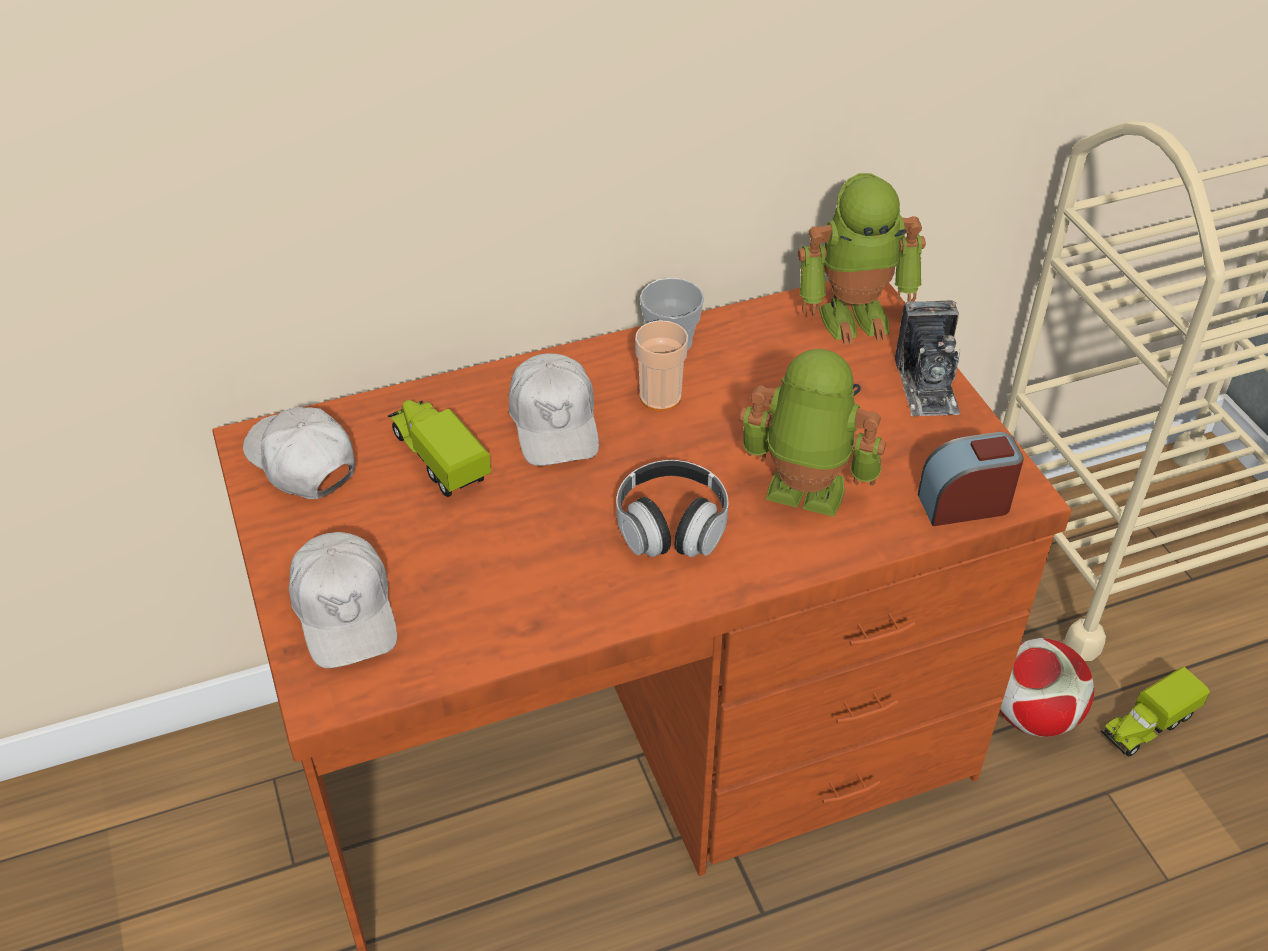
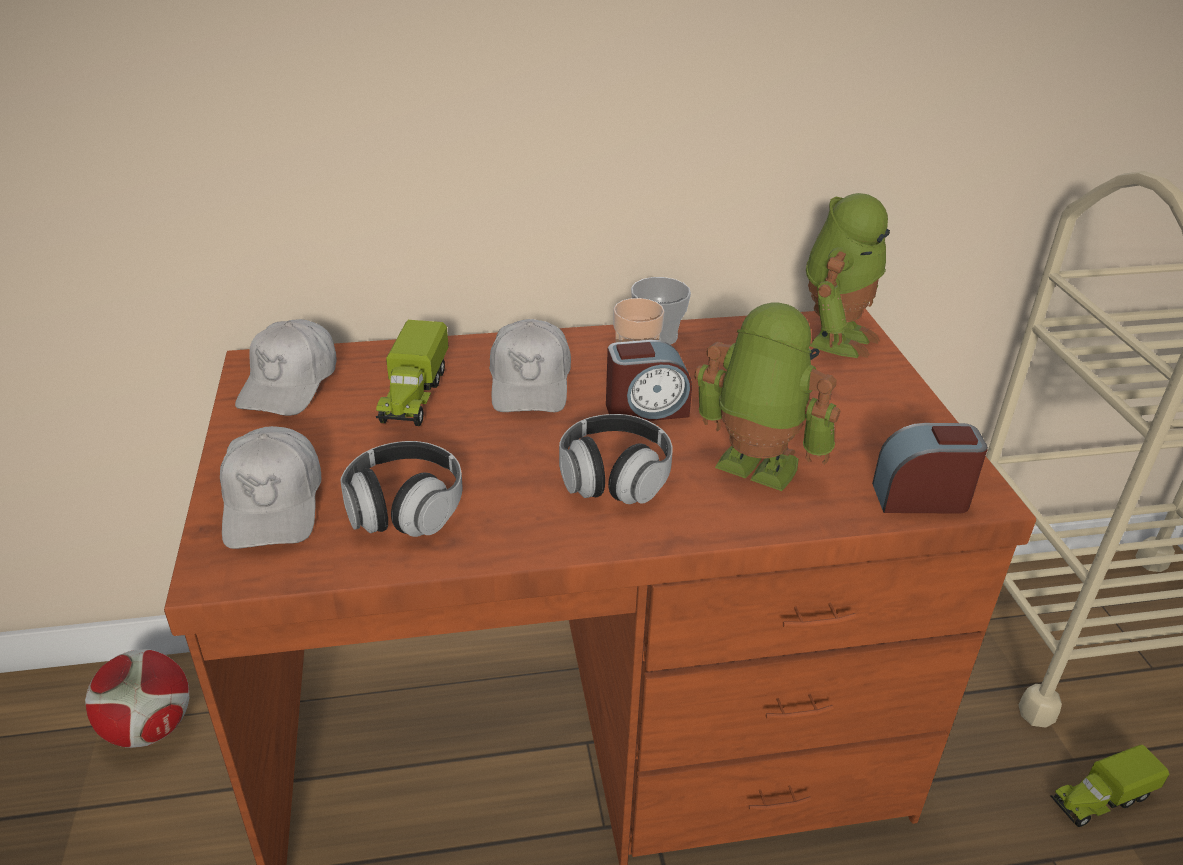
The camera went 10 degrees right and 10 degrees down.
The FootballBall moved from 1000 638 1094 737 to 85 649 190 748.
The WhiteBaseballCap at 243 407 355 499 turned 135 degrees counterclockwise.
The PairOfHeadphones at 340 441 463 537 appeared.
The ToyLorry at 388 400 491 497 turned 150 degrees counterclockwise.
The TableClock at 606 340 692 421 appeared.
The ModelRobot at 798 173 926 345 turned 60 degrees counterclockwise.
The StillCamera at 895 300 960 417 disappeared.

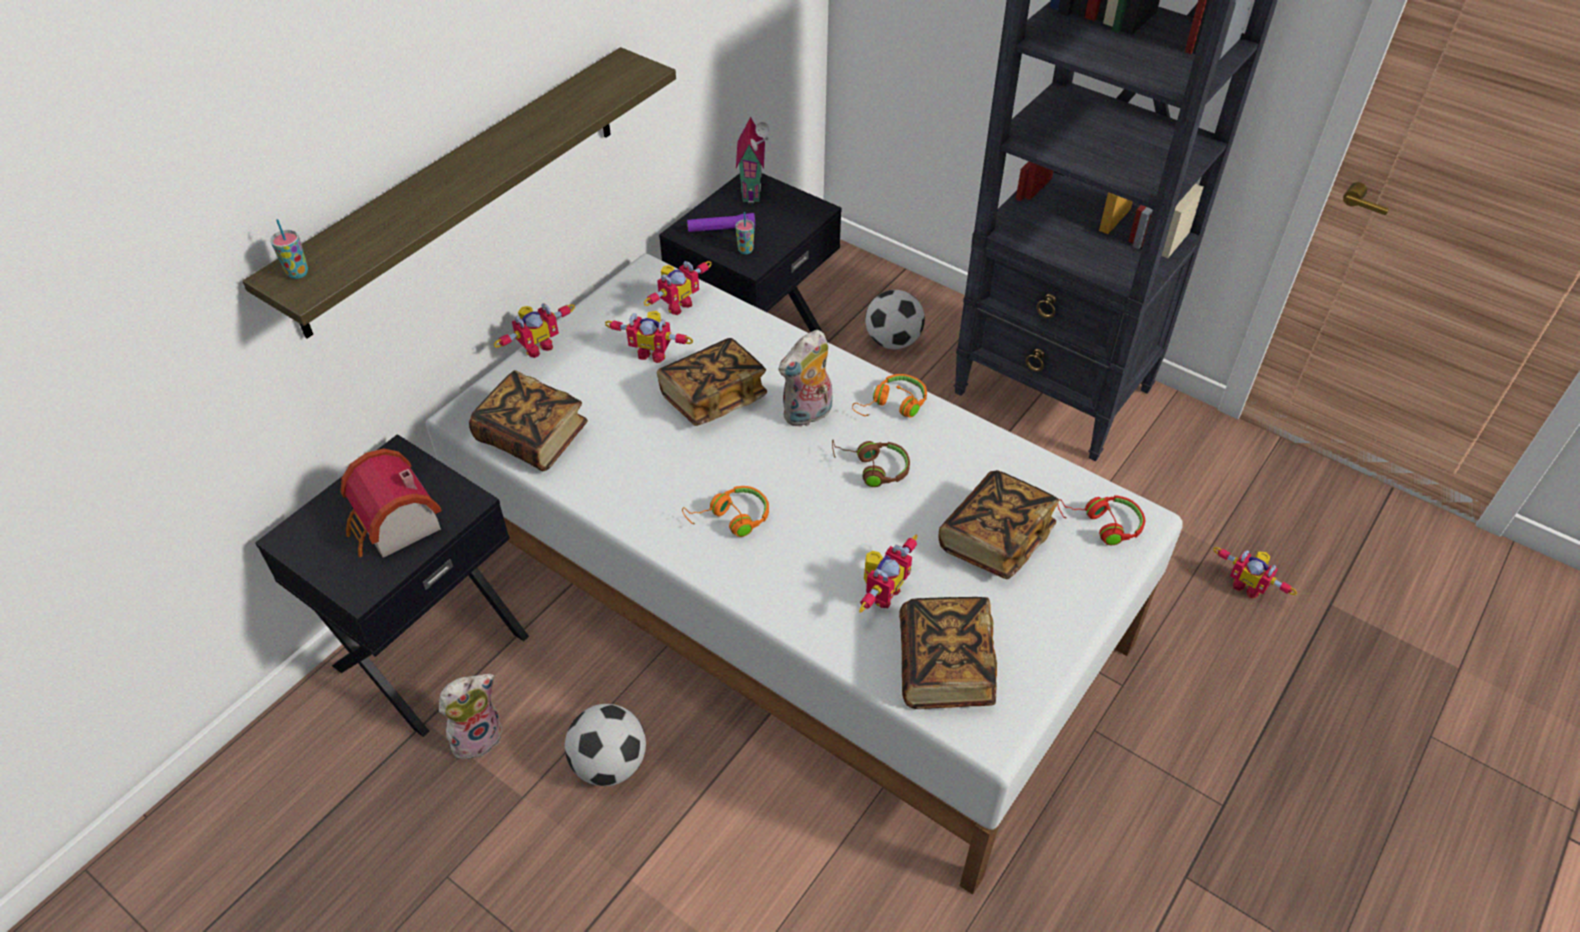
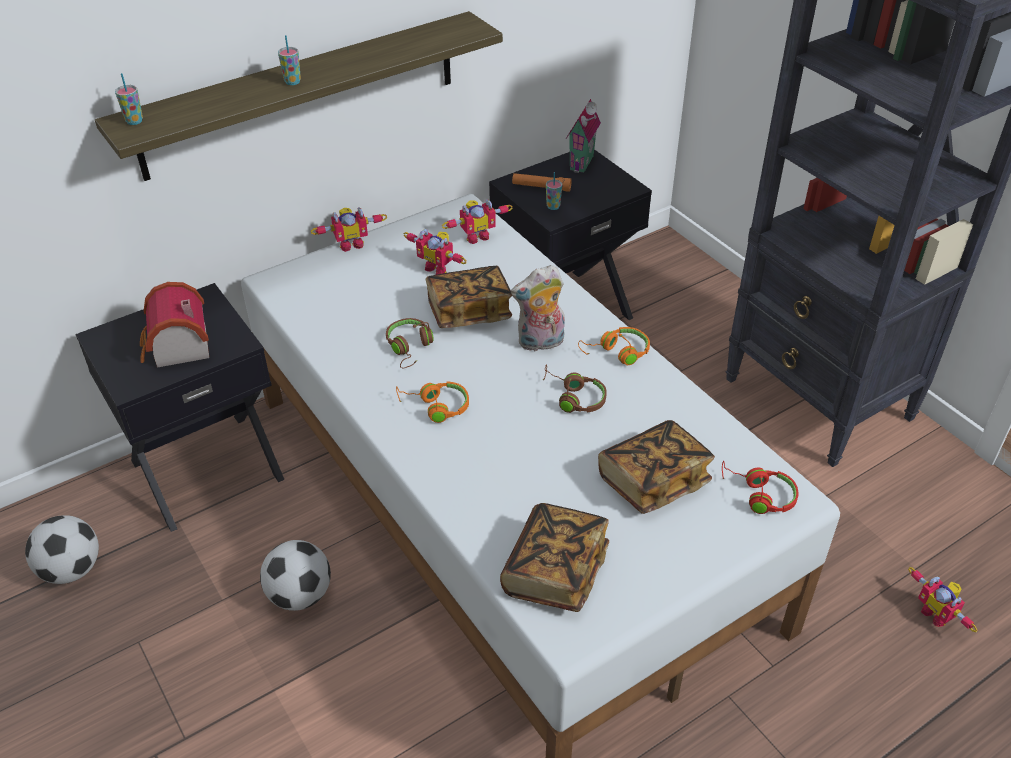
The camera went 20 degrees right and 5 degrees down.
The FootballBall moved from 865 290 925 349 to 25 515 99 584.
The DrinkingCup at 278 35 301 85 appeared.
The BrownColouredPairOfHeadphones at 386 318 434 368 appeared.
The PurpleColouredFlashlight at 687 213 755 232 became the OrangeColouredFlashlight at 512 173 572 192.
The SoftToy at 439 674 502 759 disappeared.
The Volume at 469 370 588 471 disappeared.
The ModelRobot at 859 534 918 613 disappeared.

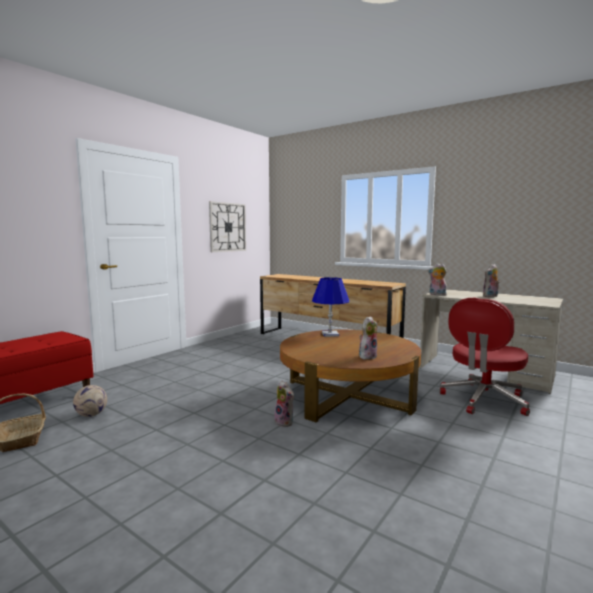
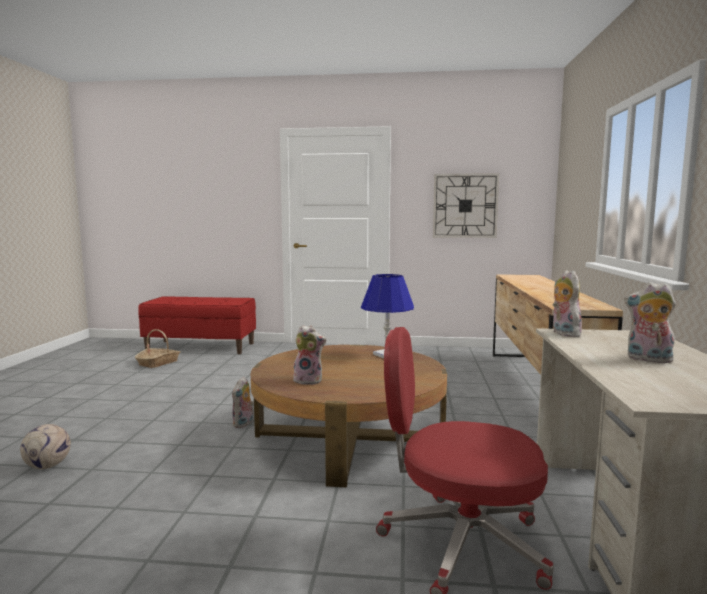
The camera went 60 degrees right and 0 degrees up.
The FootballBall moved from 73 385 107 417 to 20 424 71 469.

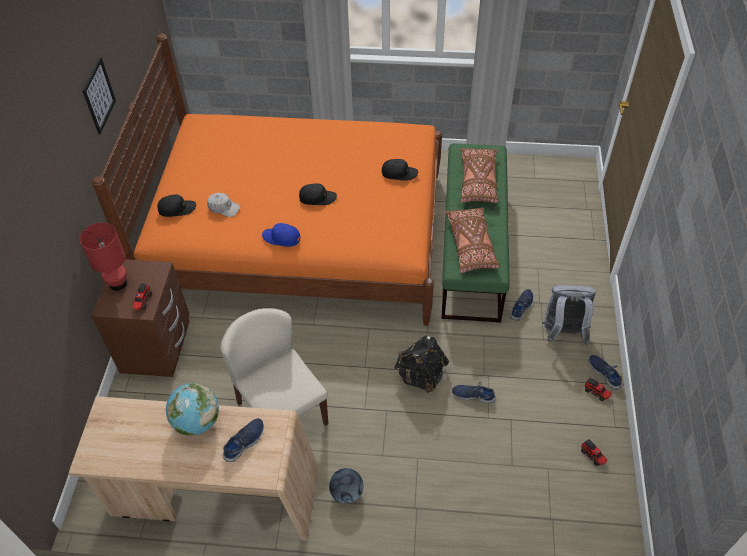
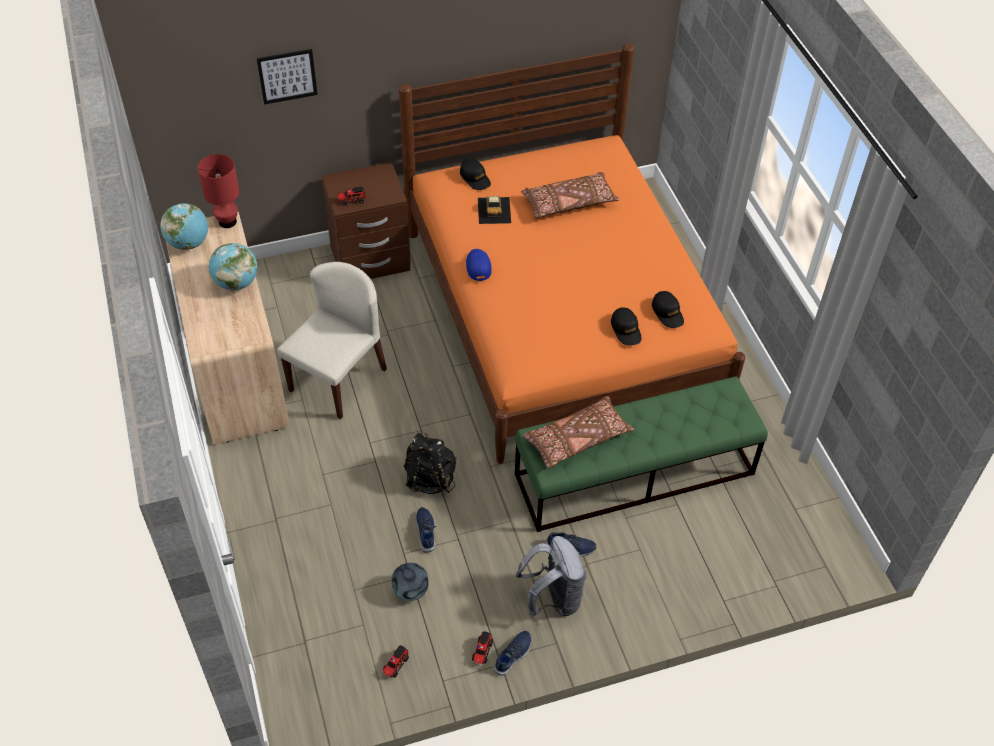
The camera went 65 degrees right and 0 degrees up.
The Globe at 160 203 208 250 appeared.
The RedTableLamp moved from 79 223 127 291 to 198 154 239 228.
The WallPicture moved from 82 57 116 134 to 256 49 318 104.
The FootballBall moved from 329 468 363 503 to 391 563 429 601.
The WhiteBaseballCap at 207 193 240 217 was replaced by the MiniatureCar at 478 196 511 224.
The BrownColouredPillow moved from 460 148 499 203 to 521 172 619 218.
The BlackColouredBaseballCap moved from 299 183 337 205 to 652 291 684 328.
The BlueColouredItemOfFootwear at 222 418 264 462 disappeared.

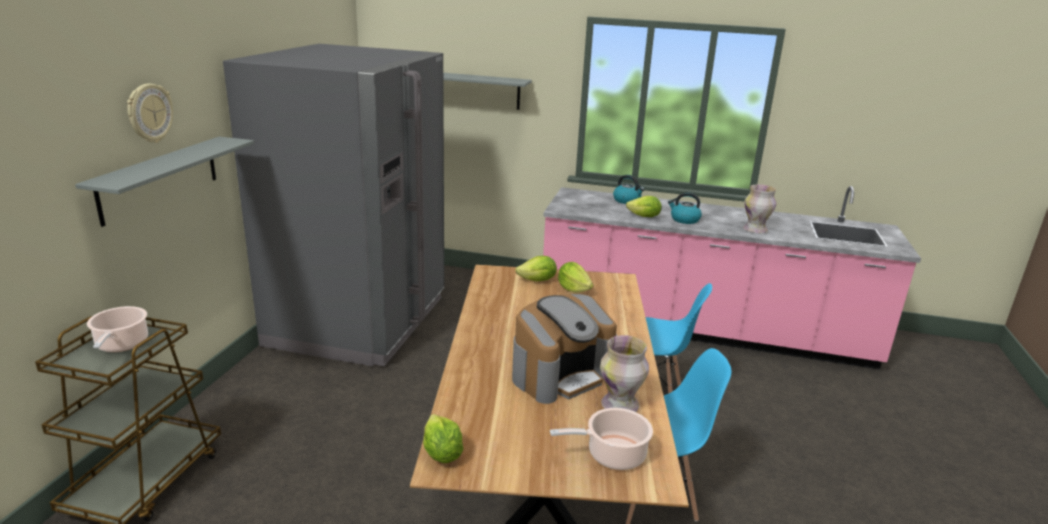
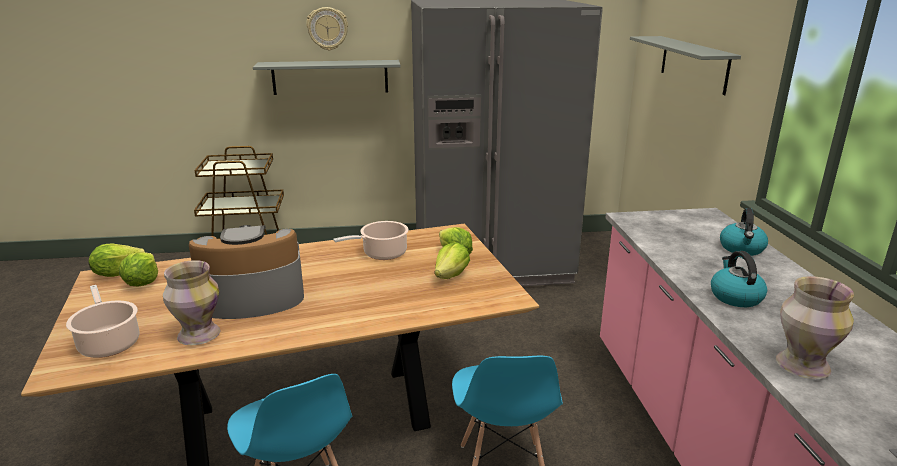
The camera went 70 degrees right and 0 degrees up.
The Lettuce moved from 626 196 662 217 to 119 252 158 286.
The CoffeeBrewer at 512 294 617 404 turned 135 degrees clockwise.
The Stockpot moved from 87 306 148 352 to 333 221 409 260.

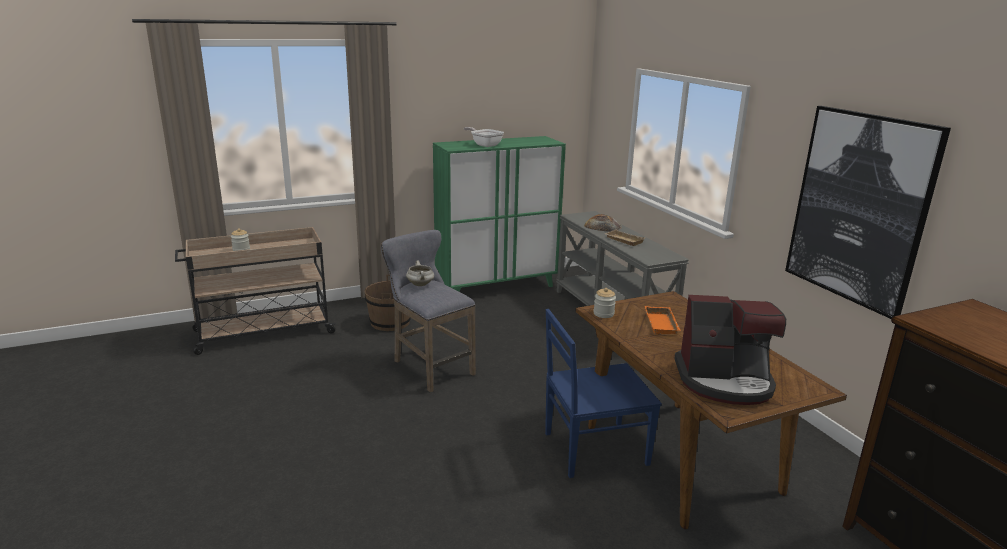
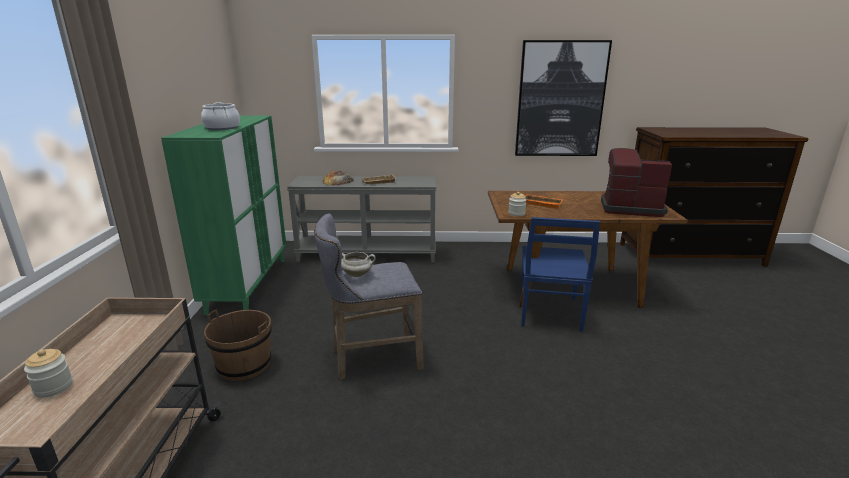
The camera went 65 degrees left and 0 degrees up.
The Skillet at 464 127 504 147 was replaced by the Stockpot at 201 102 240 130.
The CoffeeBrewer at 674 295 786 405 turned 105 degrees counterclockwise.

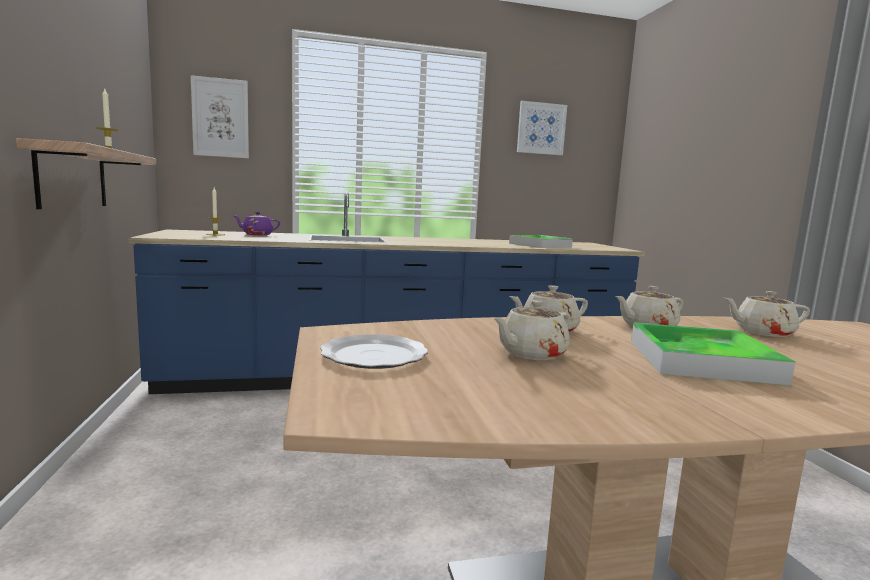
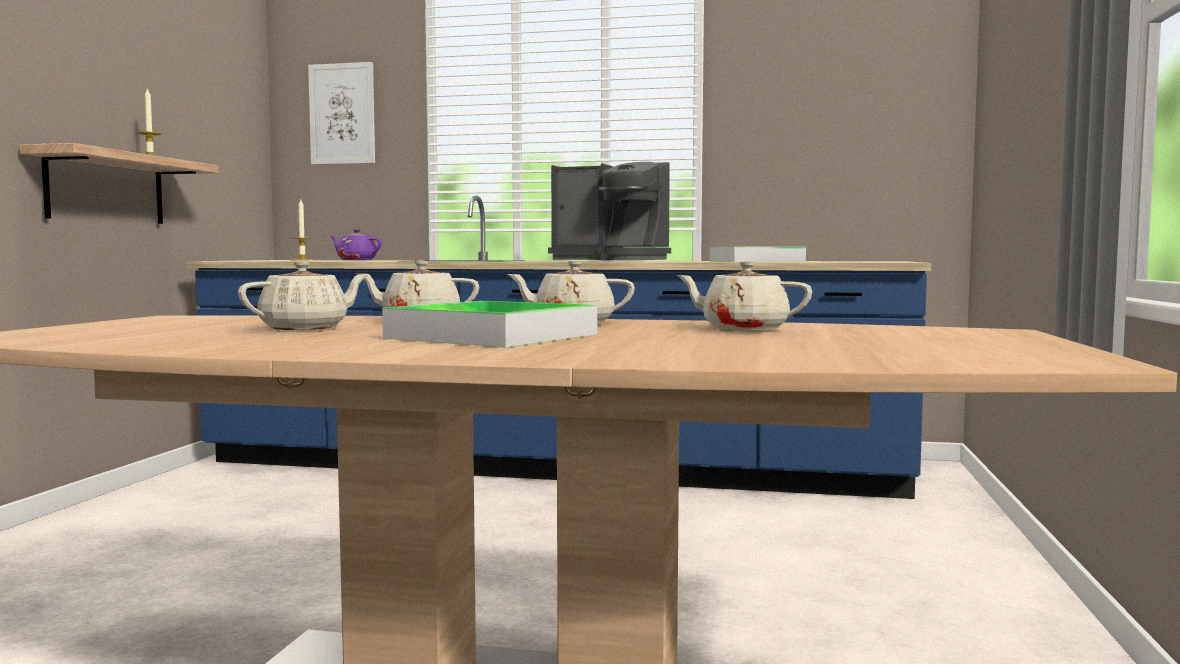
The camera went 25 degrees right and 5 degrees down.
The BeigeColouredTeapot at 493 300 570 360 turned 150 degrees clockwise.
The CoffeeBrewer at 548 162 671 260 appeared.
The DinnerPlate at 320 334 428 369 disappeared.
The WallPicture at 517 101 567 155 disappeared.

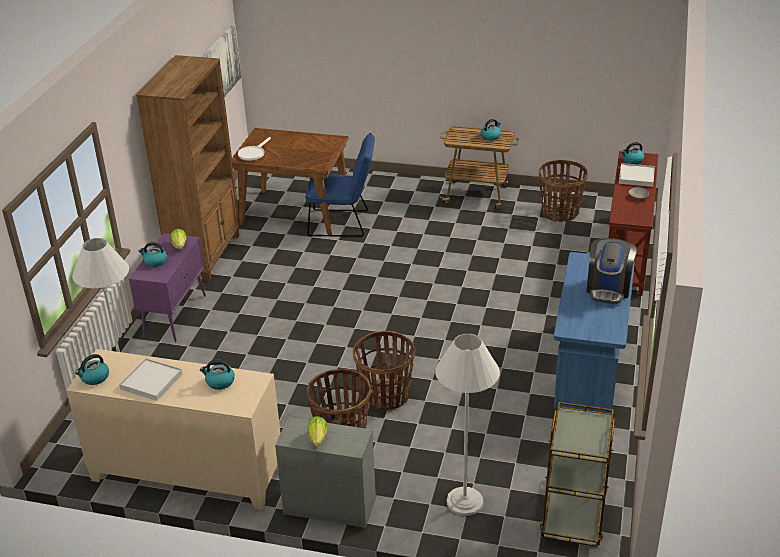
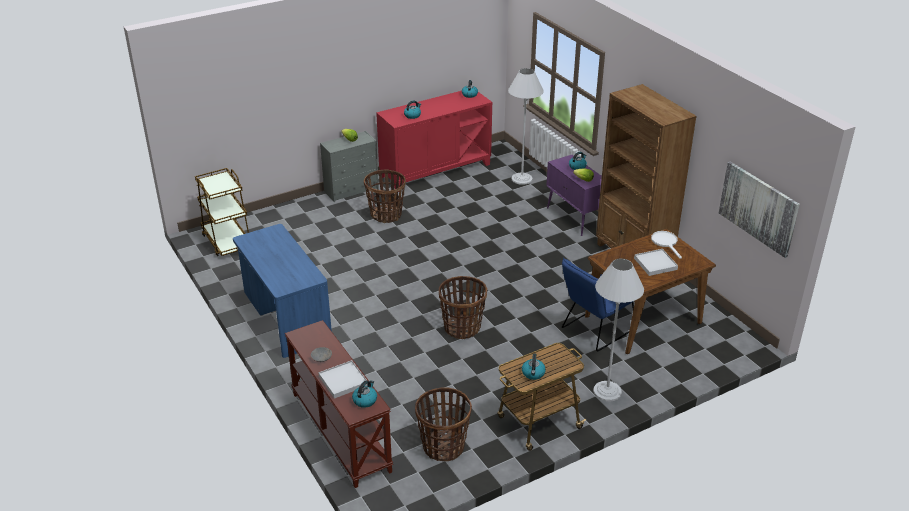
The camera went 135 degrees right and 0 degrees up.
The BeigeColouredCabinet at 66 349 281 510 became the RedCabinet at 376 91 492 192.
The Basket moved from 353 331 415 411 to 439 276 487 339.
The WhiteStandingLamp moved from 435 333 500 516 to 593 259 644 401.
The WhiteCarryingTray moved from 119 358 182 401 to 634 249 678 276.
The CoffeeBrewer at 587 238 637 304 disappeared.

